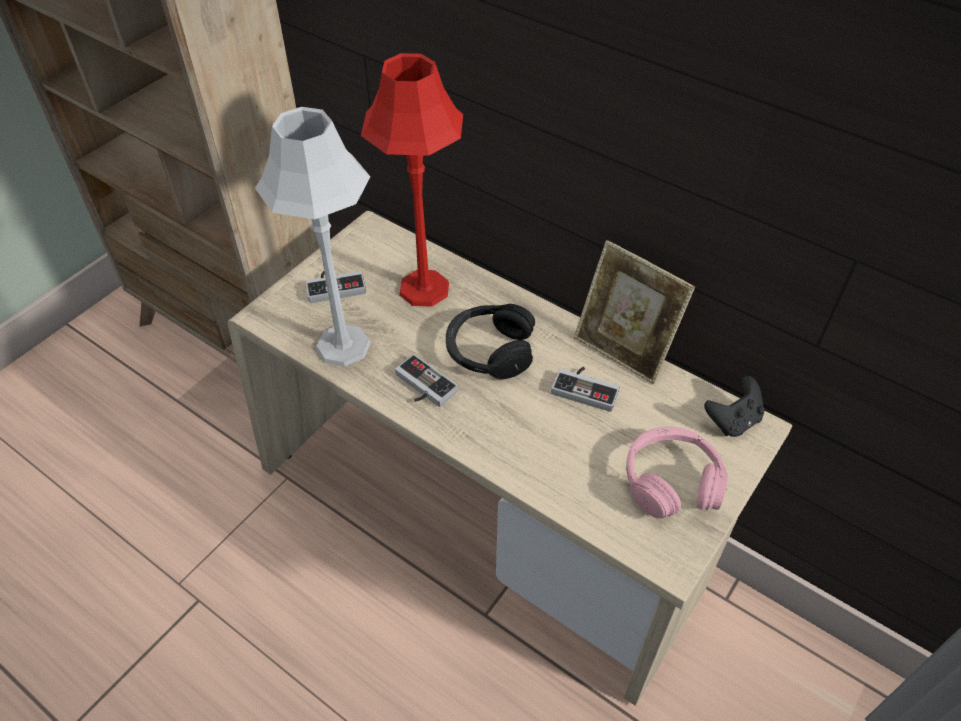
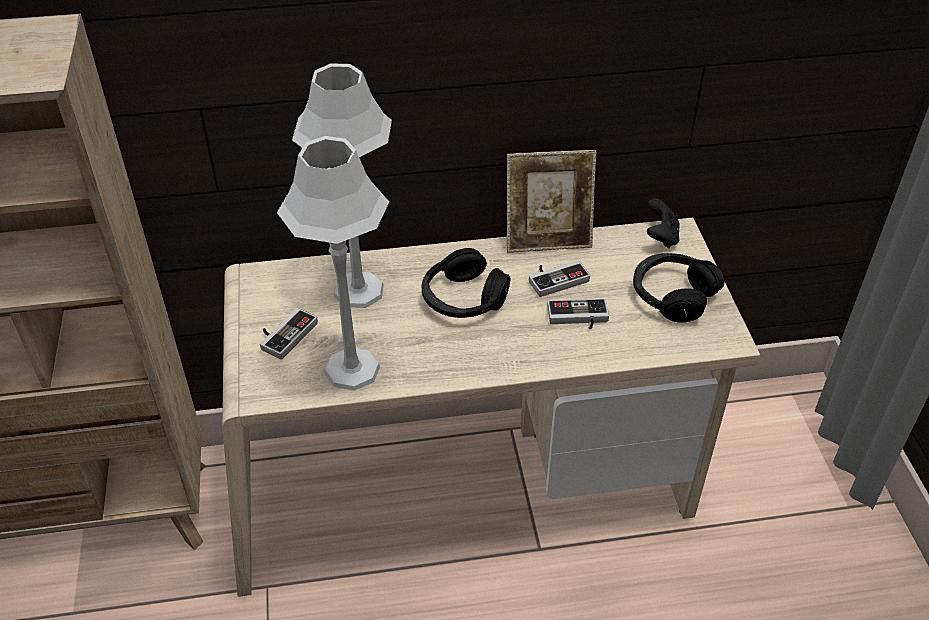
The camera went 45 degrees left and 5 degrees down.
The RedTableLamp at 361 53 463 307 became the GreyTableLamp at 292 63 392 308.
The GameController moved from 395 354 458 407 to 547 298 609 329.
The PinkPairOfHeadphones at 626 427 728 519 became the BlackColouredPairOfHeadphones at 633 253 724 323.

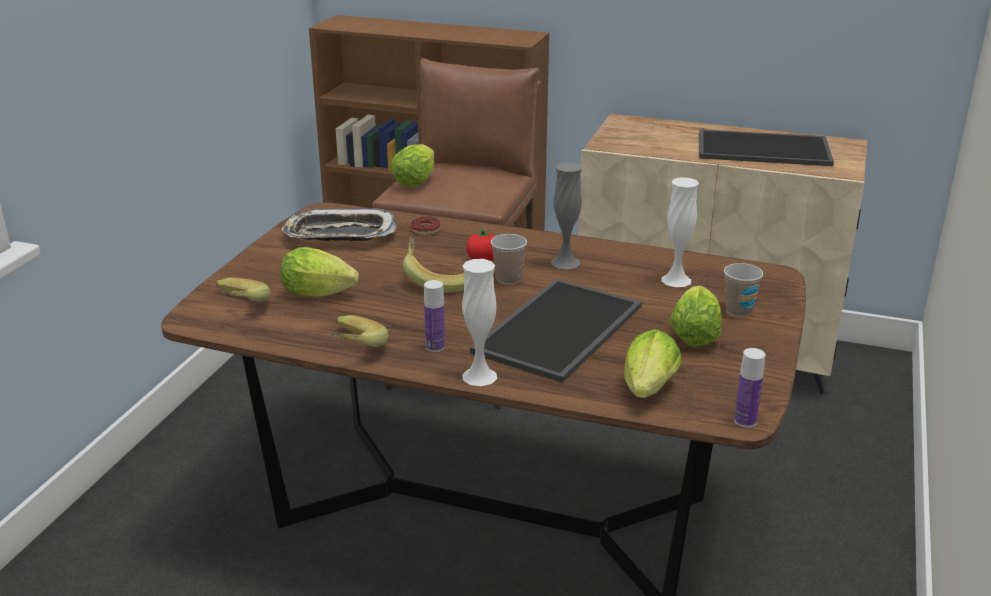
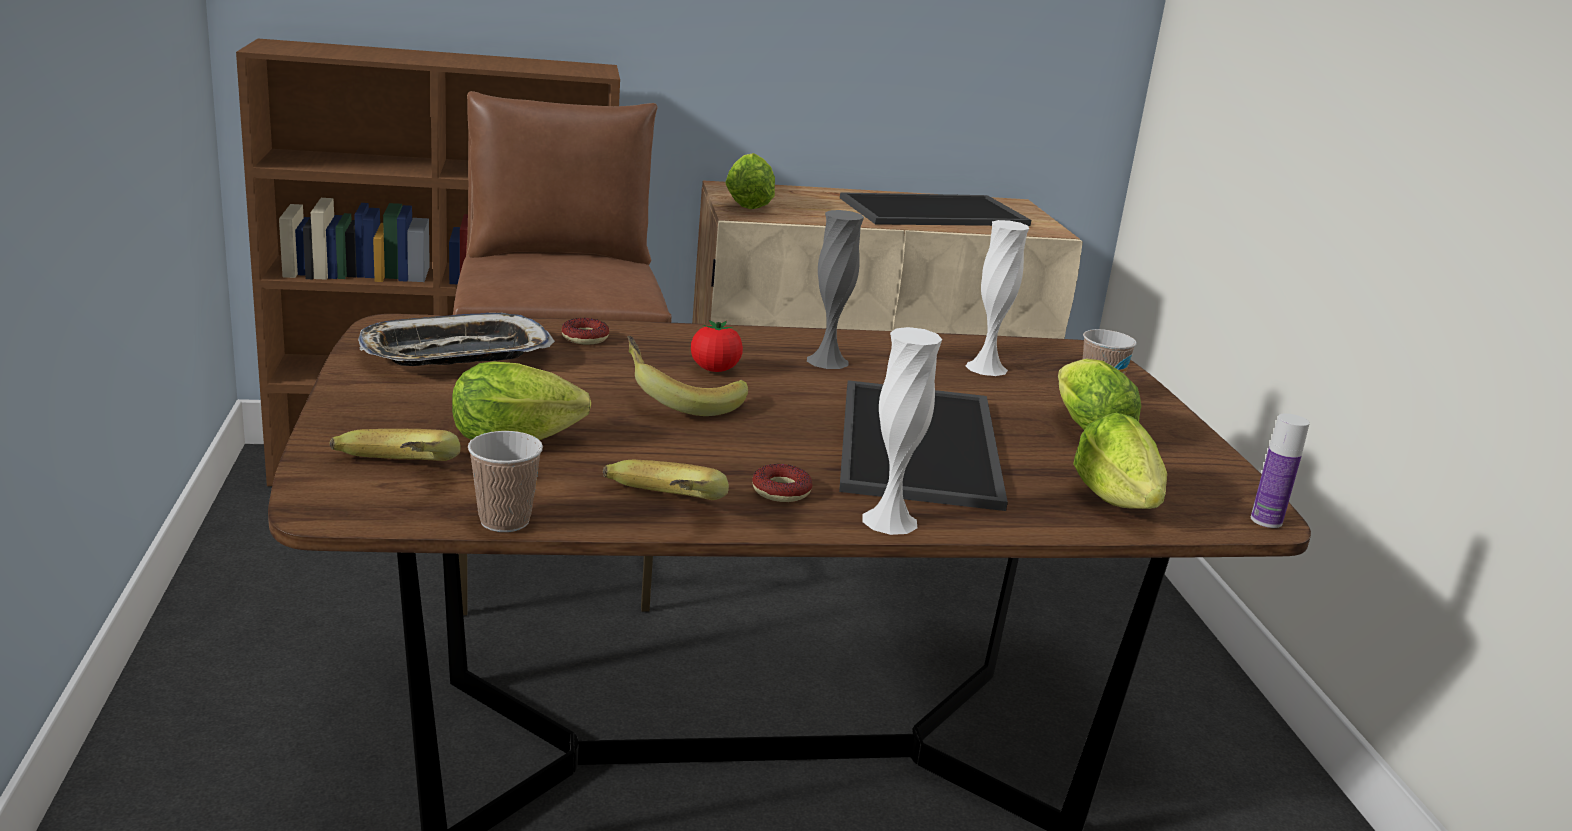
The camera went 30 degrees left and 5 degrees down.
The DrinkingCup moved from 491 234 527 284 to 468 431 543 532.
The Lettuce moved from 391 144 435 187 to 725 153 775 209.
The BeverageBottle at 424 280 445 352 was replaced by the Doughnut at 752 464 812 502.

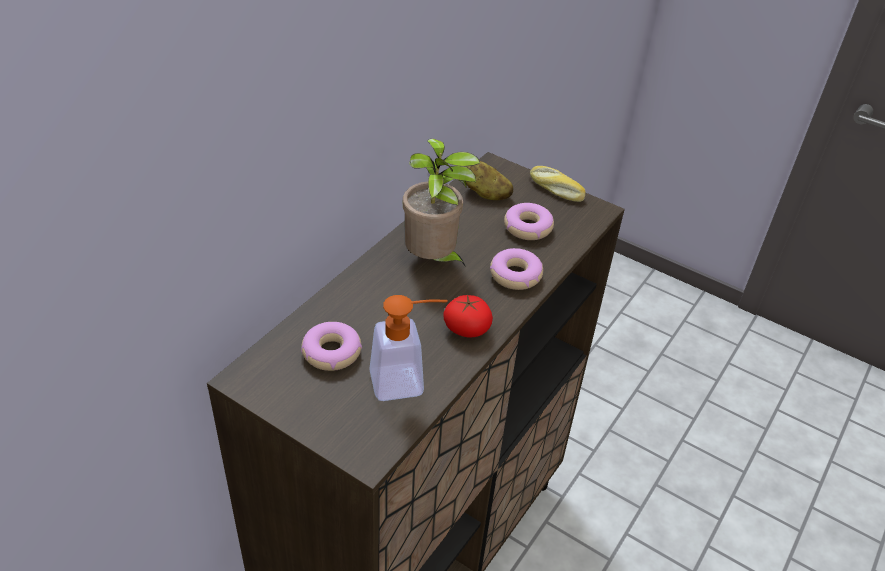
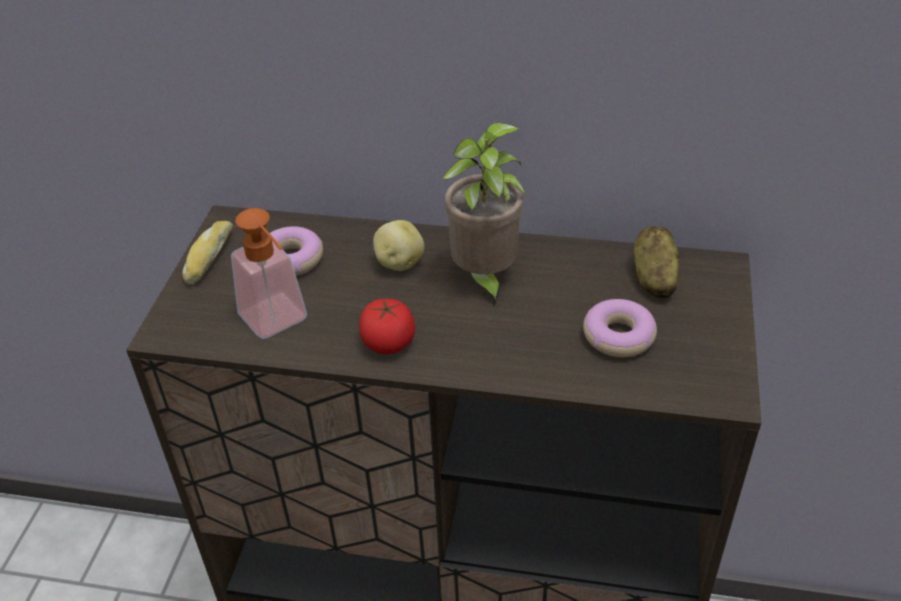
The camera went 70 degrees right and 0 degrees up.
The BakeryBread moved from 530 166 586 202 to 182 221 233 285.
The Spud at 373 220 425 271 appeared.
The Doughnut at 490 248 543 290 disappeared.

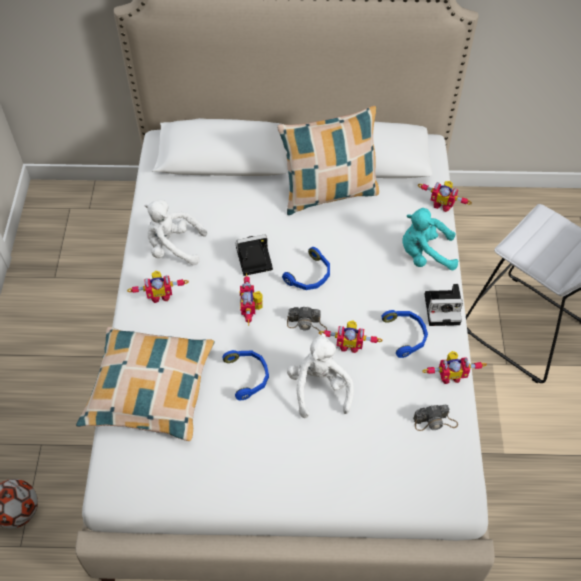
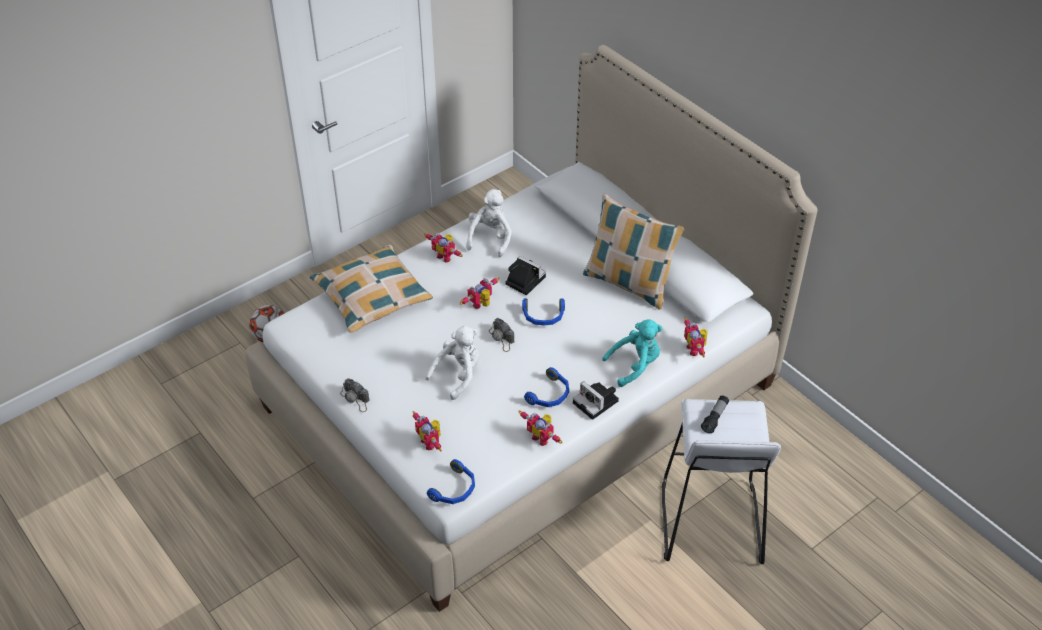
The camera went 50 degrees right and 10 degrees down.
The StillCamera moved from 413 404 458 431 to 340 379 369 412.
The ModelRobot moved from 319 320 383 353 to 413 411 442 451.
The BlueColouredPairOfHeadphones moved from 222 350 269 400 to 427 459 475 504.
The WhiteSoftToy at 144 199 207 266 turned 45 degrees clockwise.
The BlueGreenSoftToy at 403 208 459 271 turned 105 degrees clockwise.
The Flashlight at 701 395 729 433 appeared.

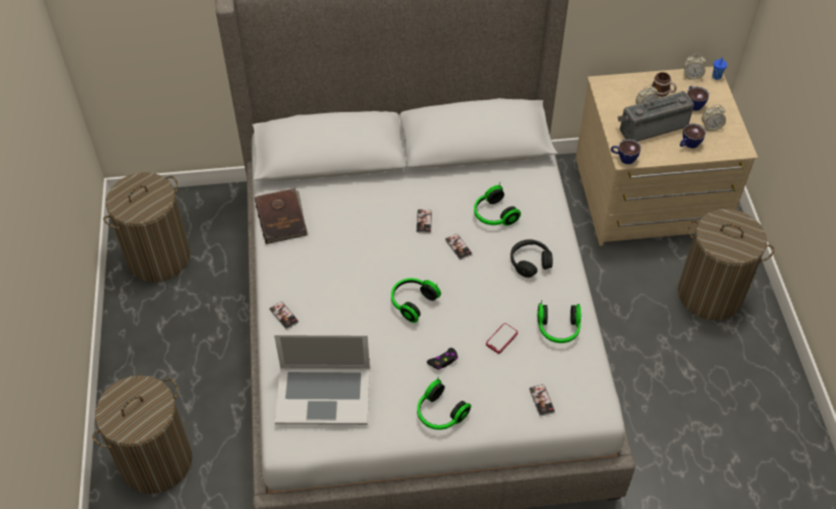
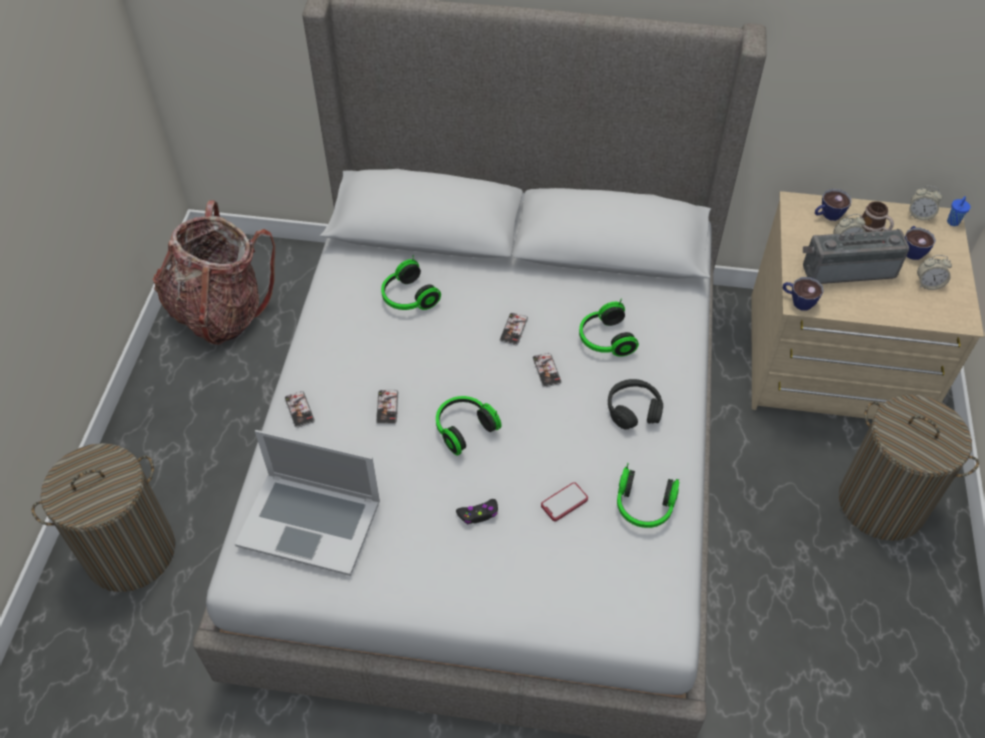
The camera went 15 degrees right and 0 degrees up.
The LaundryBasket at 103 172 190 282 was replaced by the Rucksack at 153 200 275 345.
The Phone moved from 529 384 555 416 to 376 390 398 424.
The PairOfHeadphones moved from 417 377 471 430 to 381 255 441 310.
The DrinkingCup moved from 680 123 706 148 to 815 189 851 221.
The BrownColouredVolume at 255 188 308 244 disappeared.

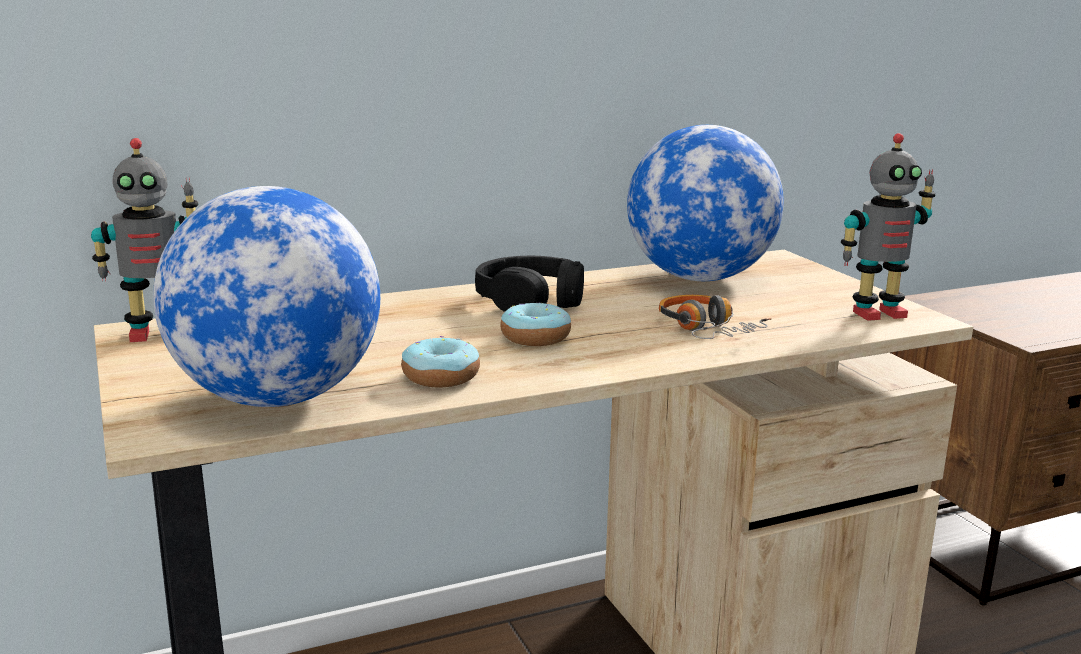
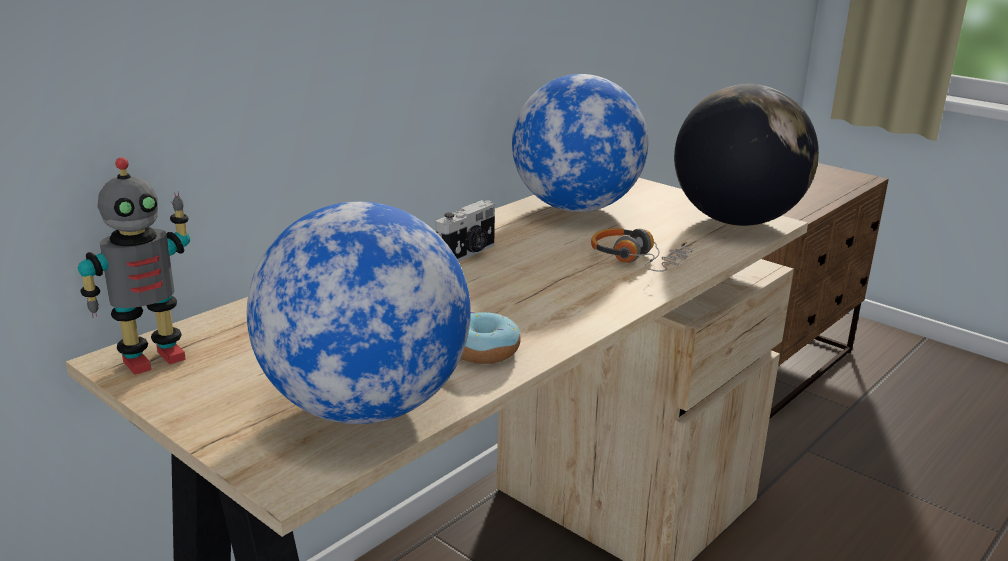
The camera went 25 degrees left and 5 degrees up.
The BlackColouredPairOfHeadphones at 475 256 584 312 was replaced by the StillCamera at 436 200 495 262.
The ModelRobot at 841 133 935 321 was replaced by the Globe at 674 84 819 226.
The Doughnut at 500 302 571 346 disappeared.

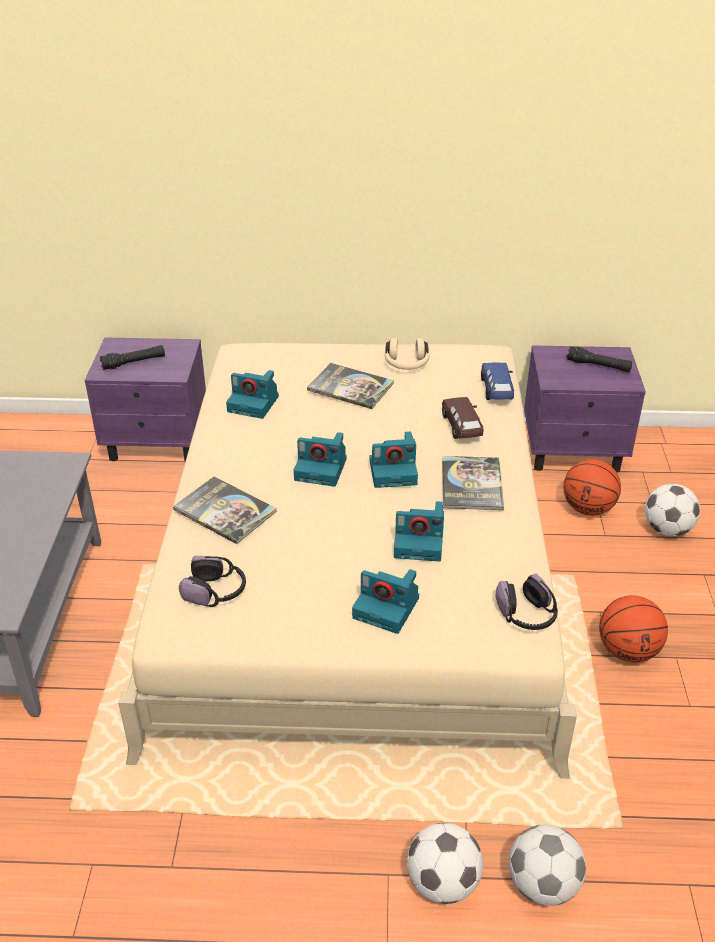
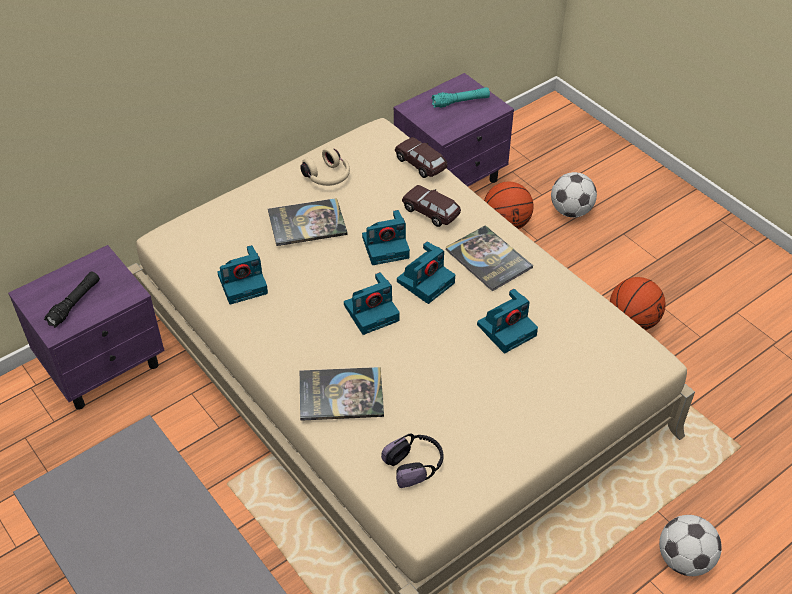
The camera went 40 degrees left and 10 degrees up.
The StillCamera moved from 352 569 419 634 to 362 210 410 265.
The BlueColouredMiniatureCar at 481 363 514 400 became the BrownColouredMiniatureCar at 395 137 447 178.
The BlackColouredFlashlight at 567 346 632 372 became the BlueGreenFlashlight at 431 87 490 108.
The PairOfHeadphones at 496 574 558 630 disappeared.
The FootballBall at 509 824 586 906 disappeared.

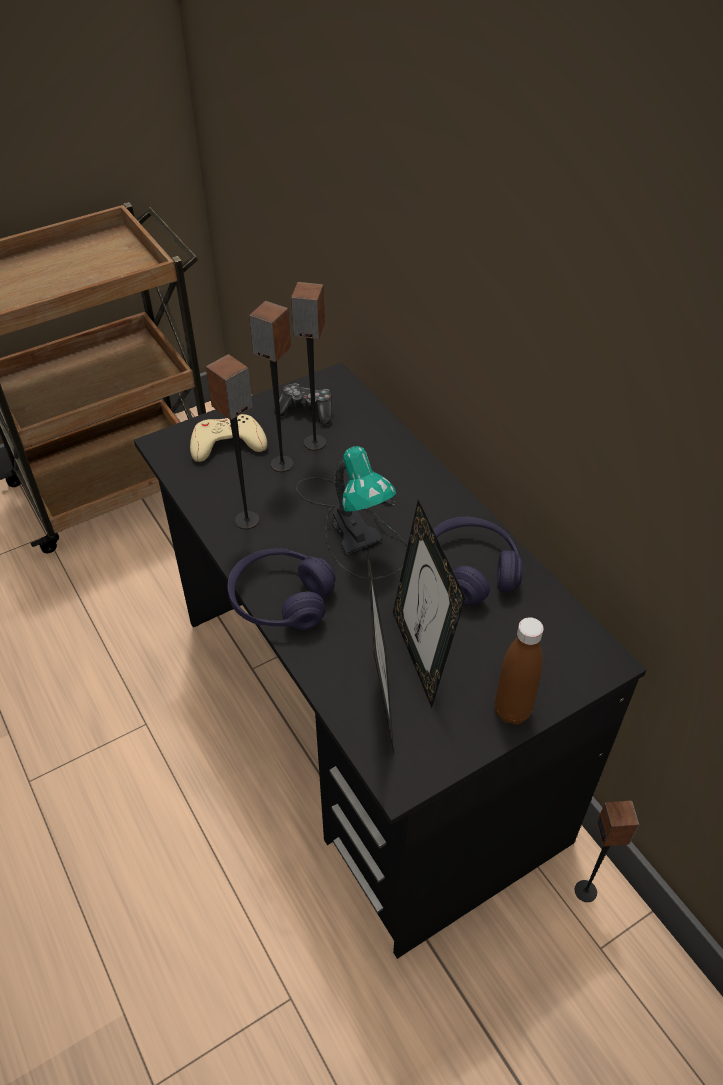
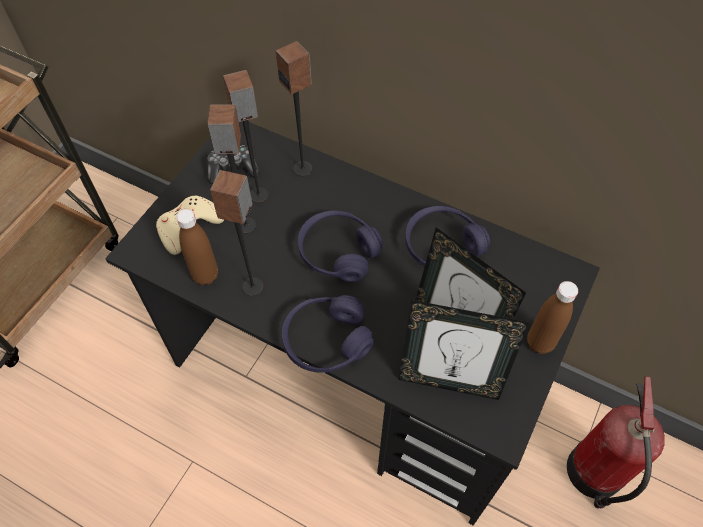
The camera went 30 degrees left and 10 degrees up.
The BrownColouredBeverageBottle at 176 209 218 285 appeared.
The Speaker moved from 575 801 639 902 to 276 41 312 176.
The TableLamp at 296 446 408 579 was replaced by the PurpleColouredPairOfHeadphones at 298 211 383 282.
The StandingFrame at 366 541 394 753 turned 135 degrees clockwise.
The FireExtinguisher at 567 376 665 509 appeared.

